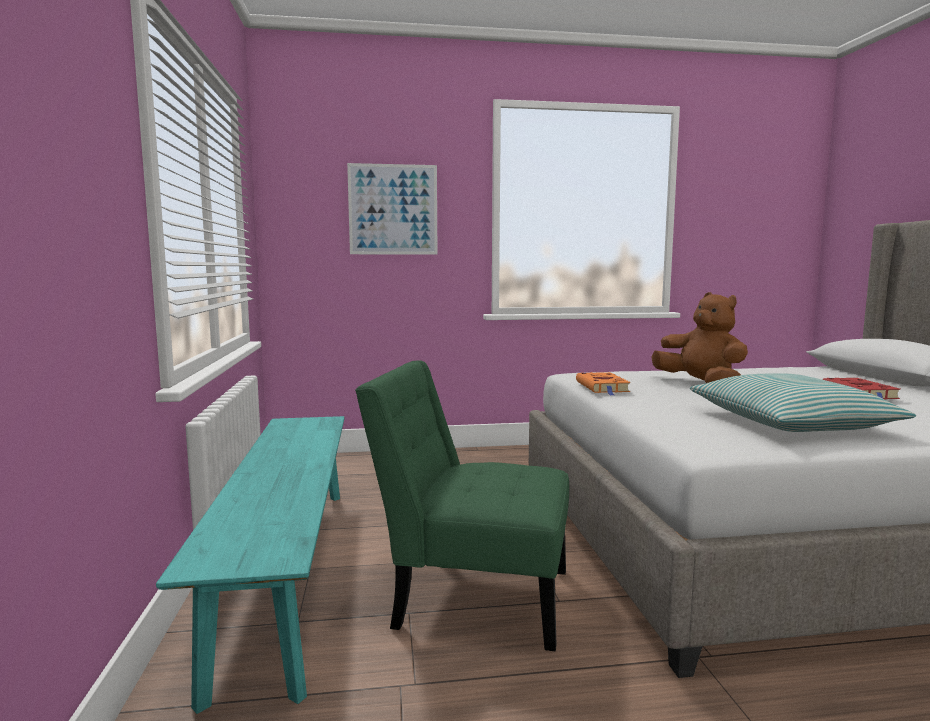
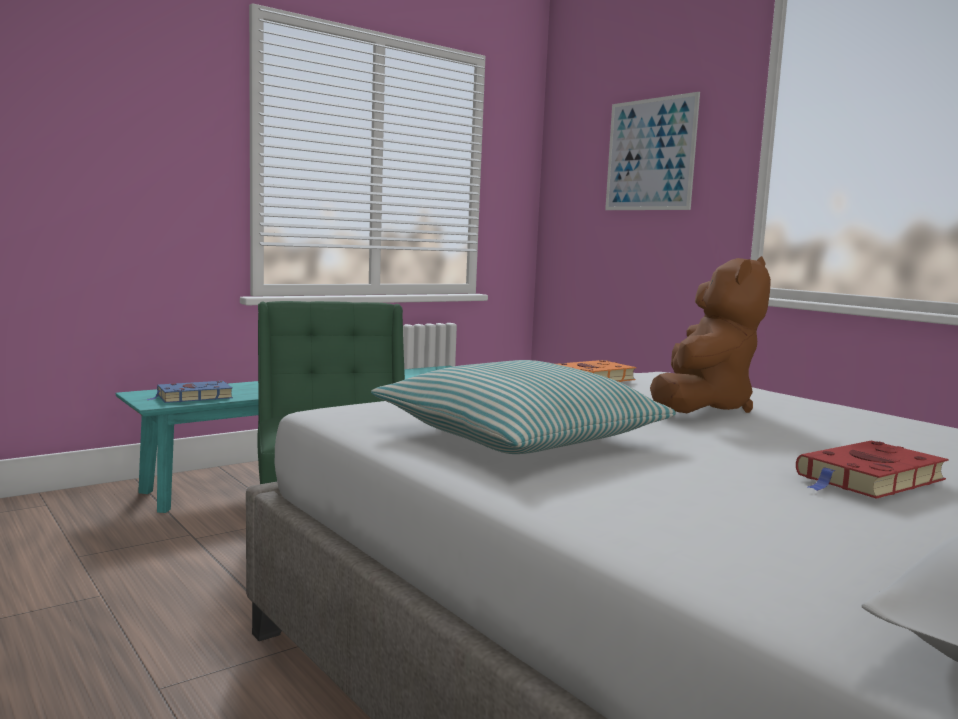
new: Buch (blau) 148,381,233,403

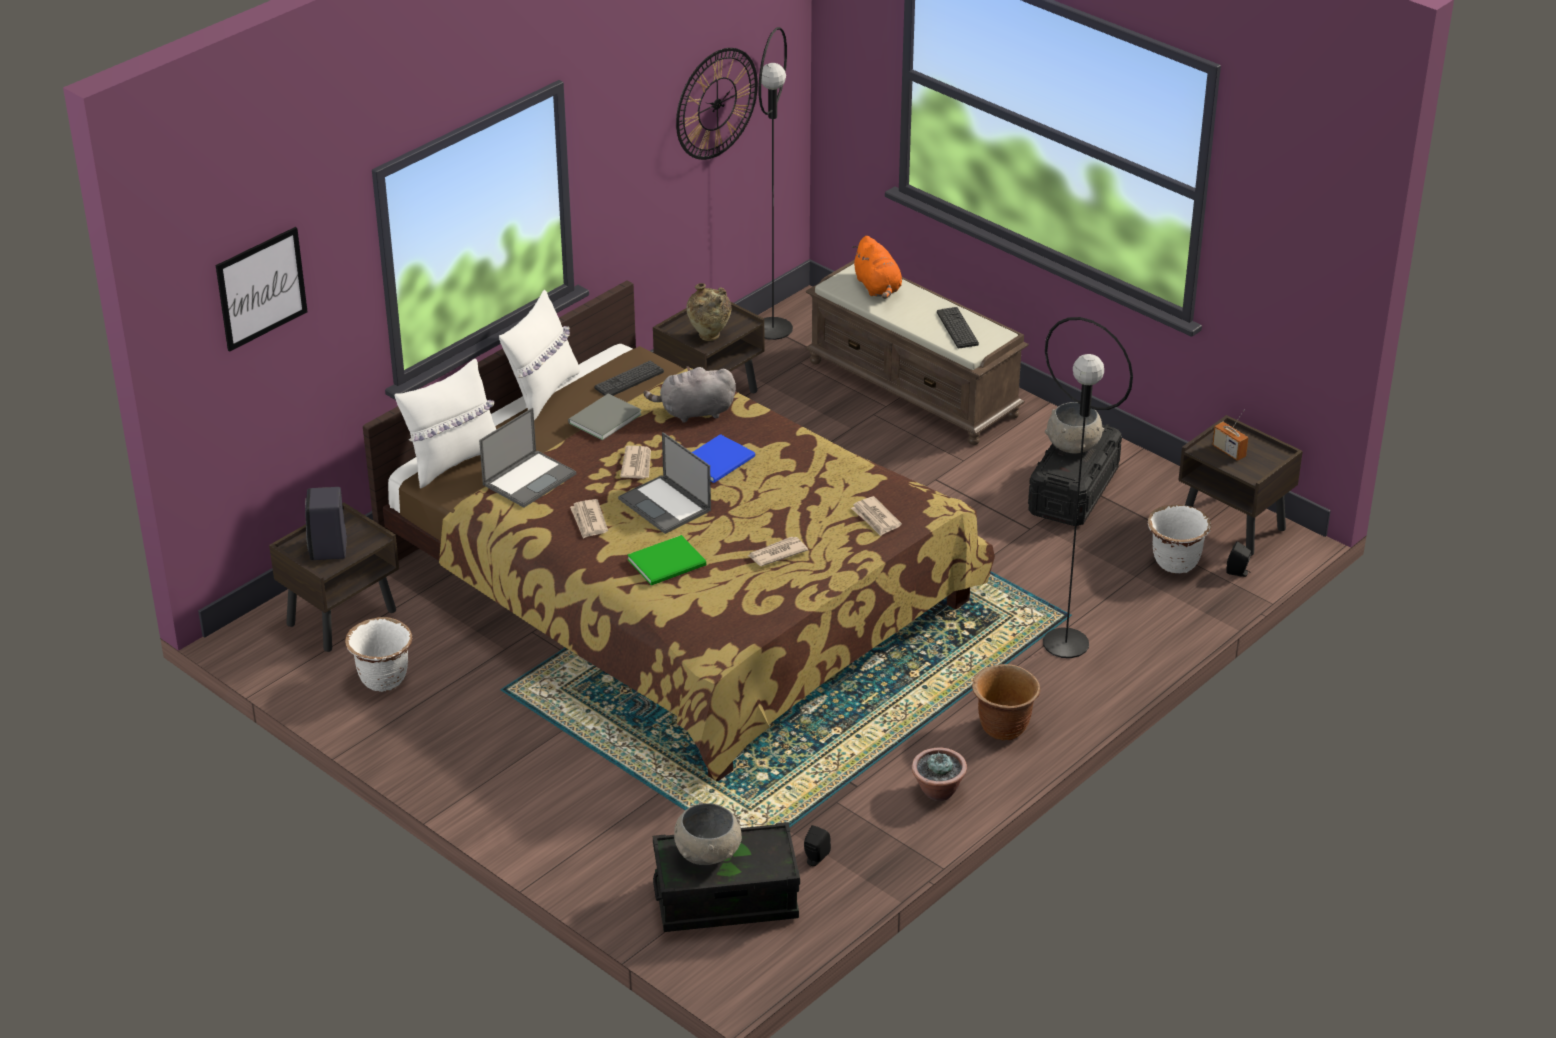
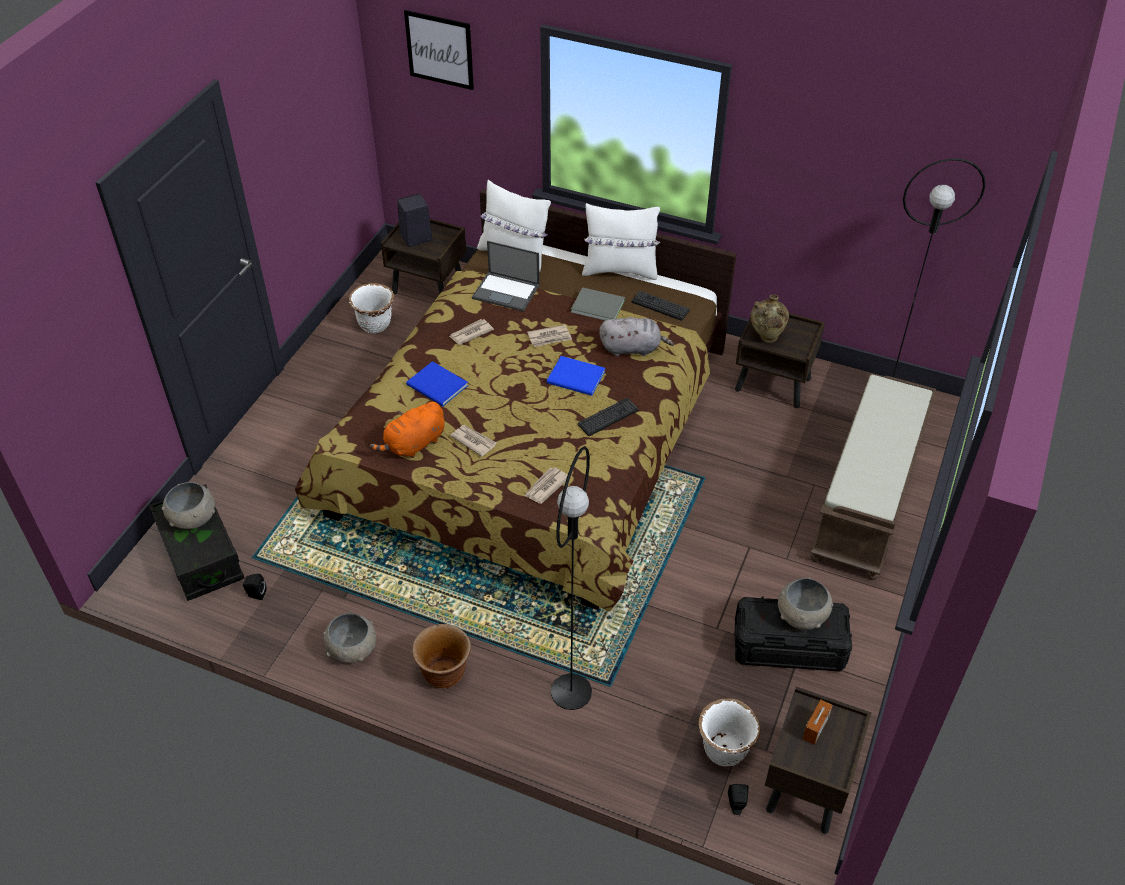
gone: Wanduhr 676,48,758,160; Laptop 618,432,711,534
shifted: Plüschtier (orange) 852,236,902,299 to 370,402,445,458; Tastatur 937,307,979,348 to 578,398,639,436
swapped: Topfpflanze 912,748,967,801 to Schüssel (grau) 323,612,376,663
repainted: Buch (grün) 628,535,706,586 to Buch (blau) 406,361,468,406
rotated: Plüschtier (grau) 644,366,736,423 = 599,317,674,356 120 degrees clockwise

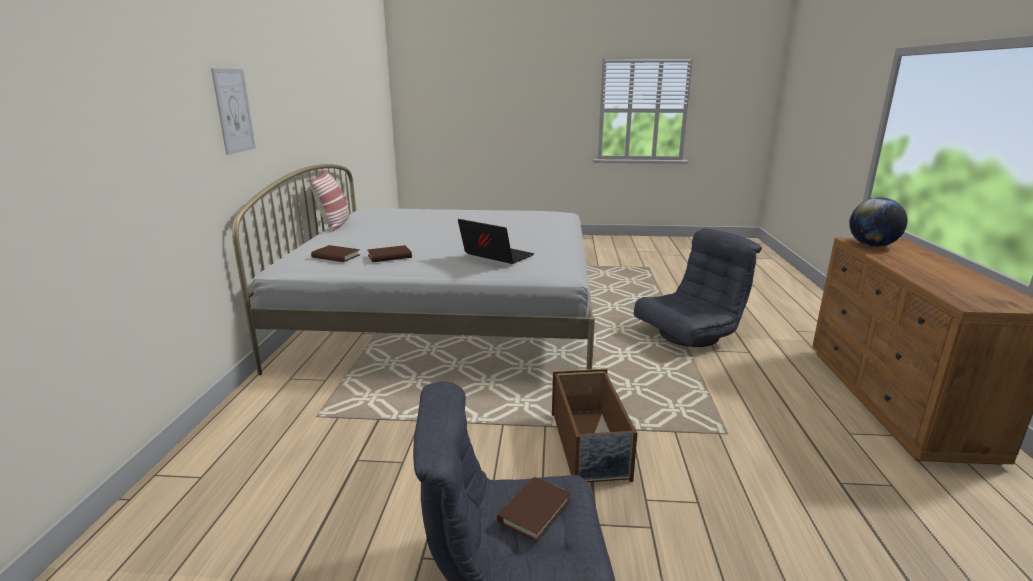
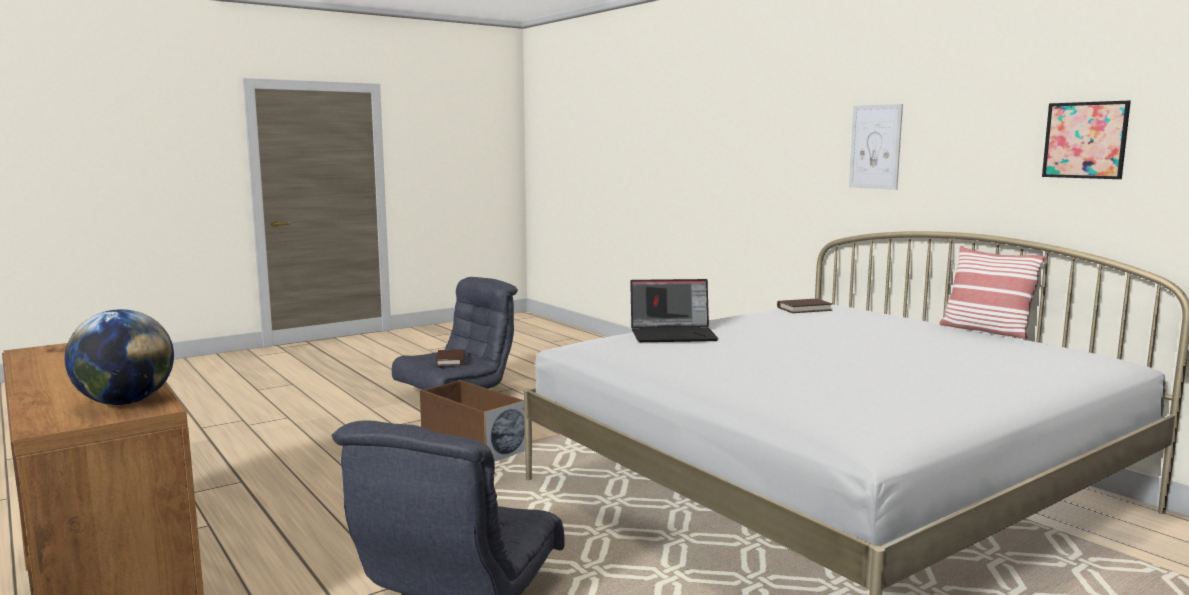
gone: Buch (braun) 368,245,412,262
new: Bild 1042,101,1131,179

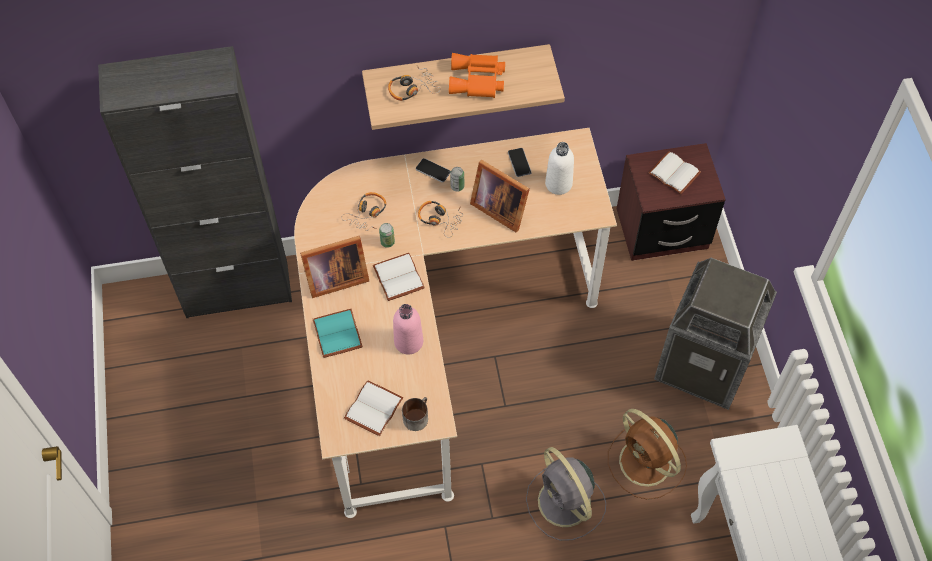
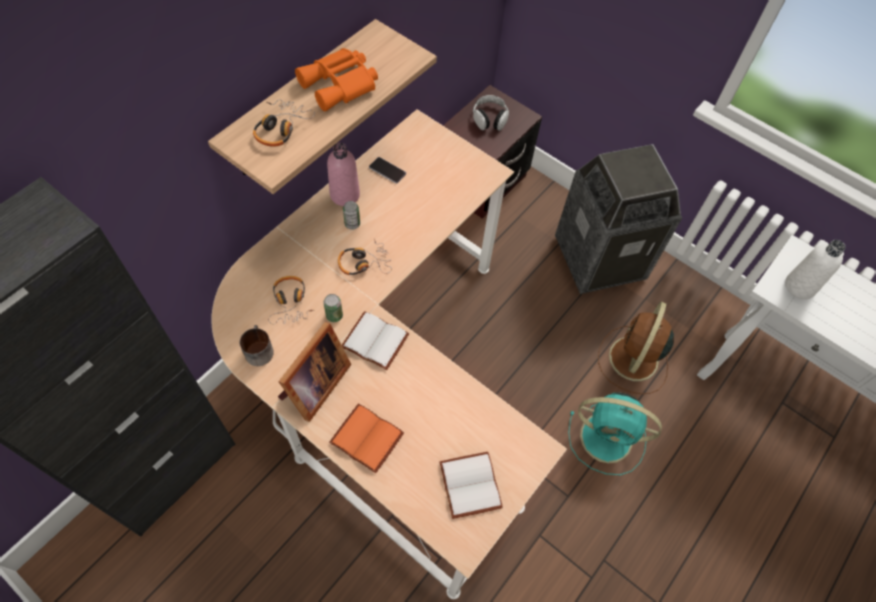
gone: Handy 416,158,451,183; Bilderrahmen 470,160,530,232
shifted: Flasche (weiß) 545,142,574,195 to 785,240,846,299; Flasche (rosa) 393,304,423,355 to 327,143,360,206; Henkelbecher 402,397,428,431 to 240,325,274,366
swapped: Buch (weiß) 649,151,701,194 to Kopfhörer 473,95,509,131
repainted: Buch (türkis) 313,309,363,358 to Buch (orange) 329,403,404,473; Ventilator (grau) 526,447,606,541 to Ventilator (türkis) 568,393,662,475
rotated: Ventilator (braun) 608,409,687,500 = 598,302,674,394 105 degrees clockwise

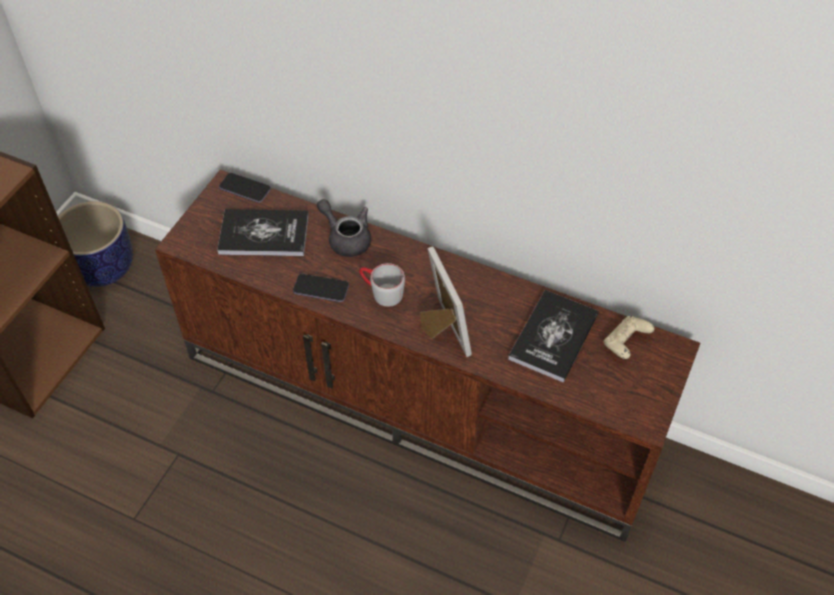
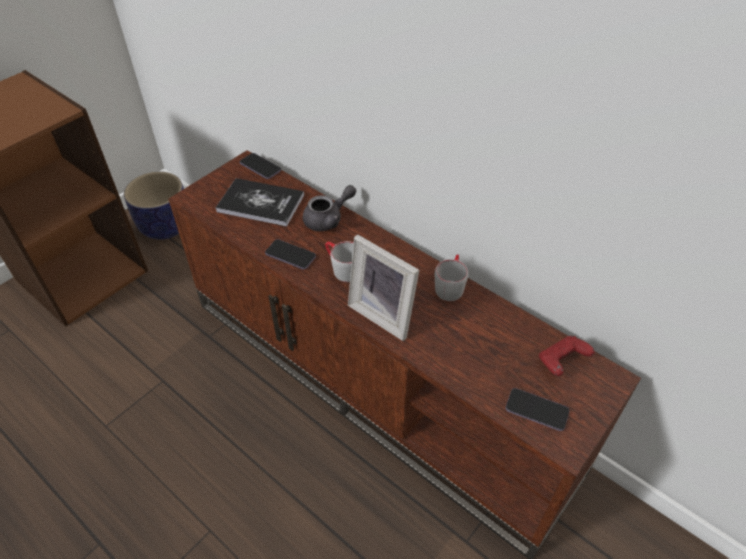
gone: Buch 508,290,599,382
new: Henkelbecher (grau) 435,254,468,301; Handy 506,388,570,431
repainted: Gamepad (beige) 604,316,655,359 to Gamepad (rot) 539,336,595,376
rotated: Teekanne (grau) 317,199,371,257 = 303,185,356,231 90 degrees clockwise; Bilderrahmen 420,246,472,357 = 348,235,419,341 135 degrees clockwise

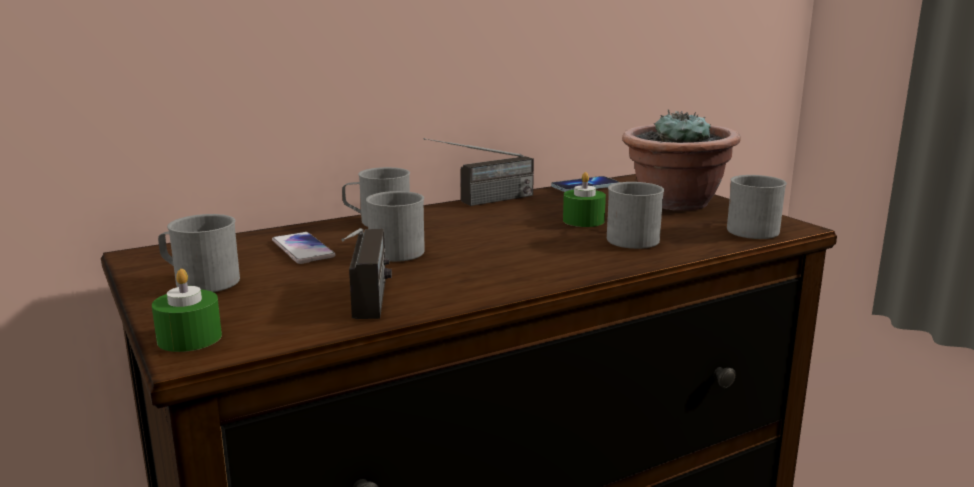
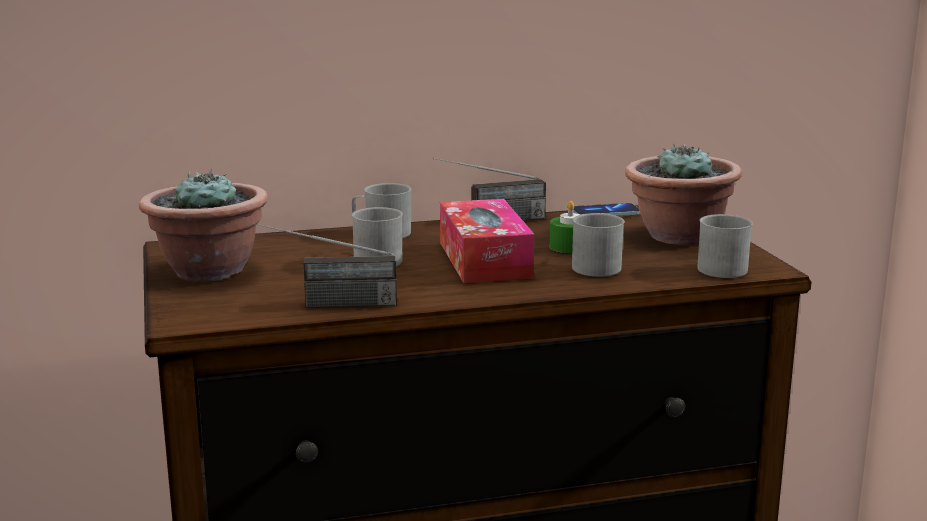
gone: Handy 272,232,335,264; Kerze (grün) 152,269,222,352
new: Taschentuchbox 440,199,534,283
swapped: Henkelbecher (grau) 158,214,240,292 to Topfpflanze 138,169,268,282
rotated: Radio 342,228,392,319 = 253,223,397,308 75 degrees clockwise

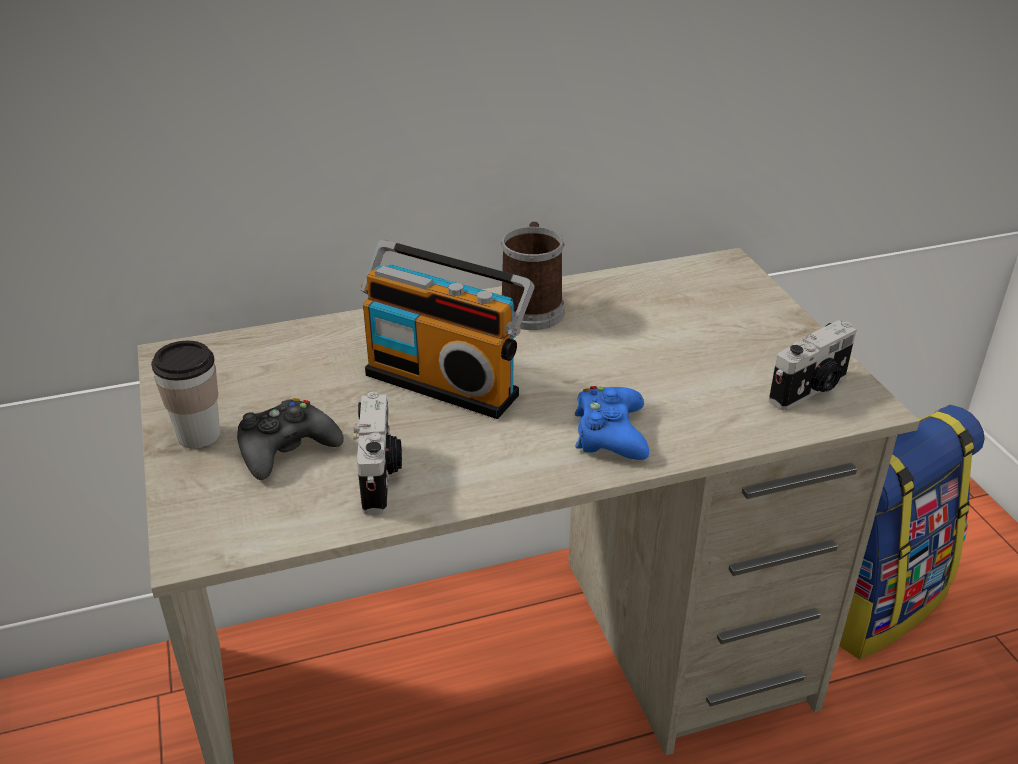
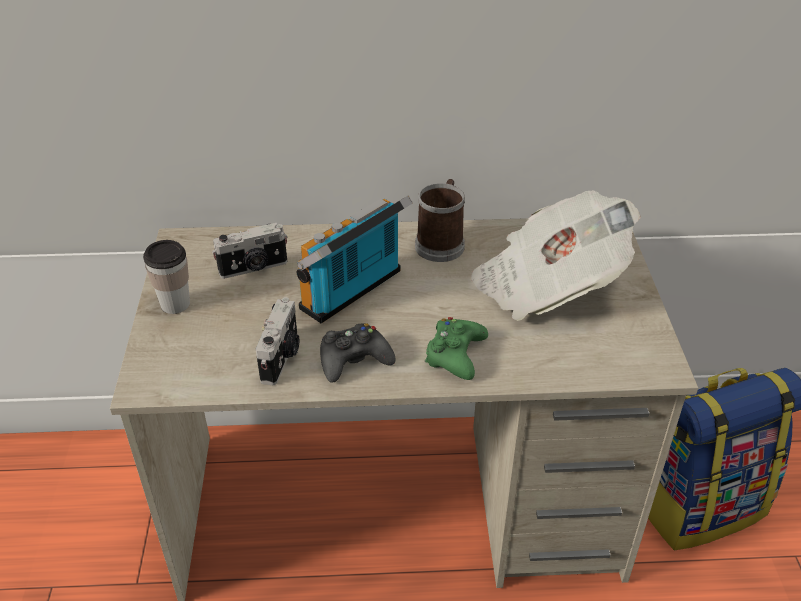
new: Zeitung 471,190,641,321
shifted: Kamera 769,320,857,410 to 212,223,287,279; Gamepad (schwarz) 237,398,344,480 to 320,323,395,383
repainted: Gamepad (blau) 575,386,649,460 to Gamepad (grün) 425,317,488,380
rotated: Radio 361,240,535,419 = 297,195,413,323 90 degrees clockwise

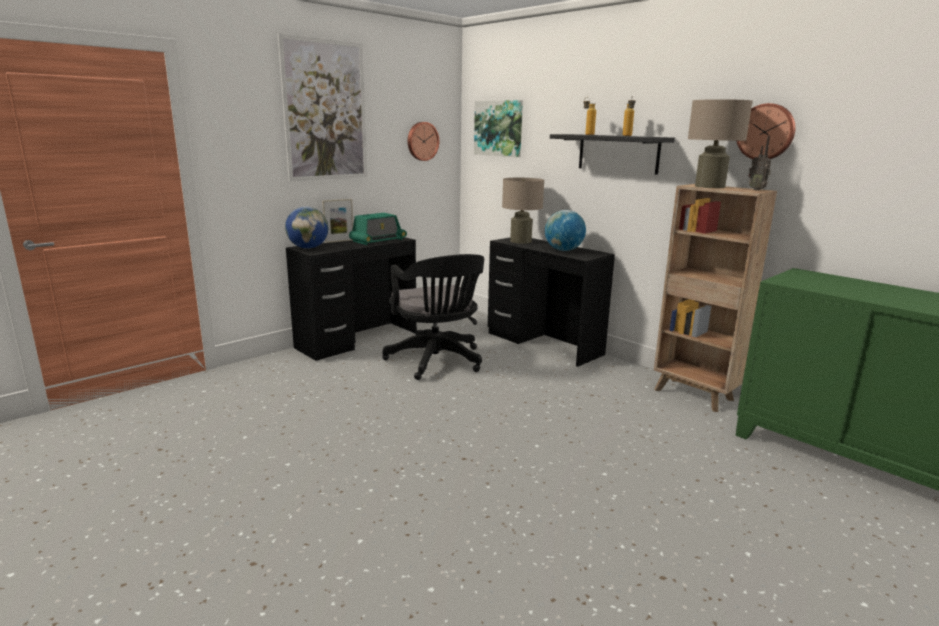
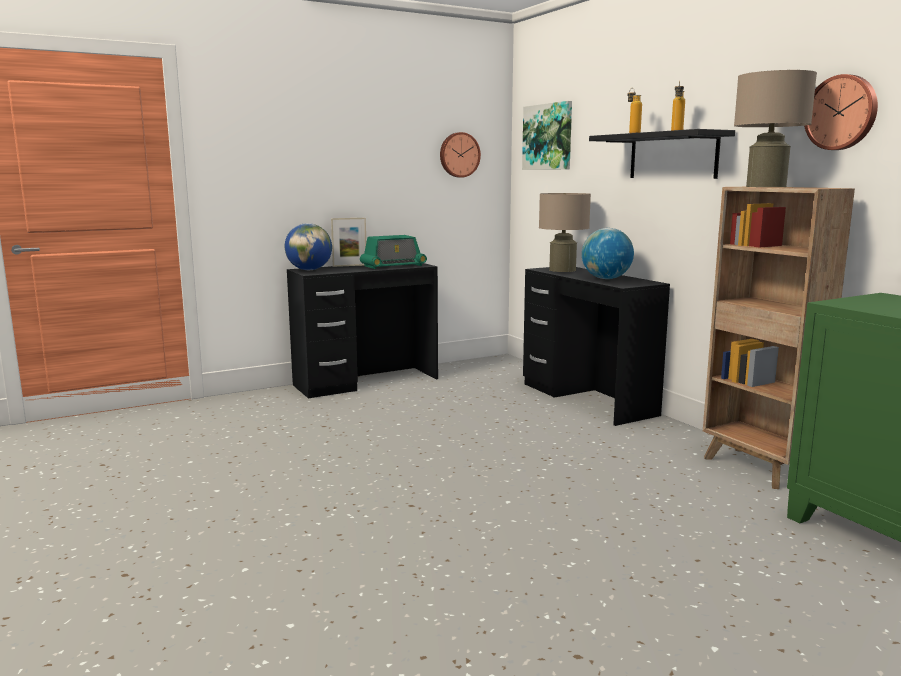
gone: Bild 277,33,367,181; Radio 748,136,771,190; Bürostuhl (schwarz) 382,254,484,380

